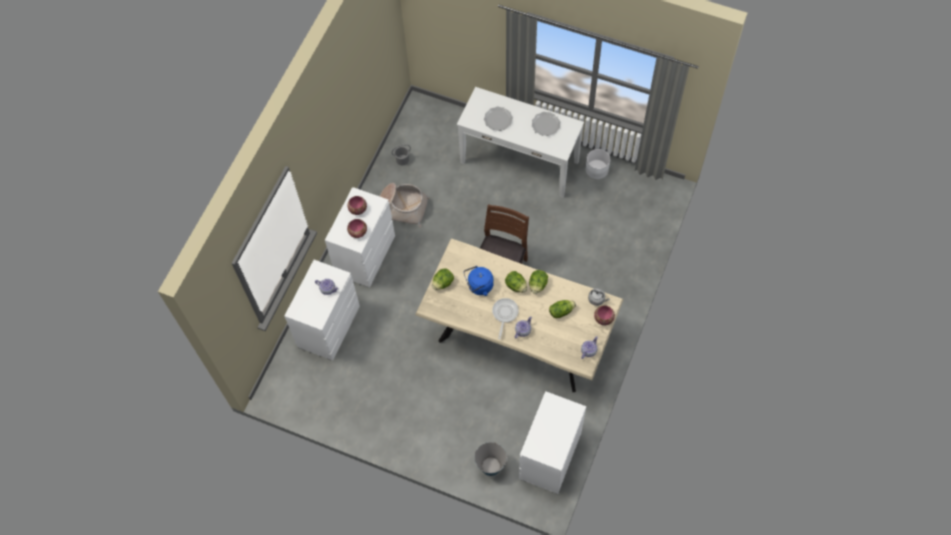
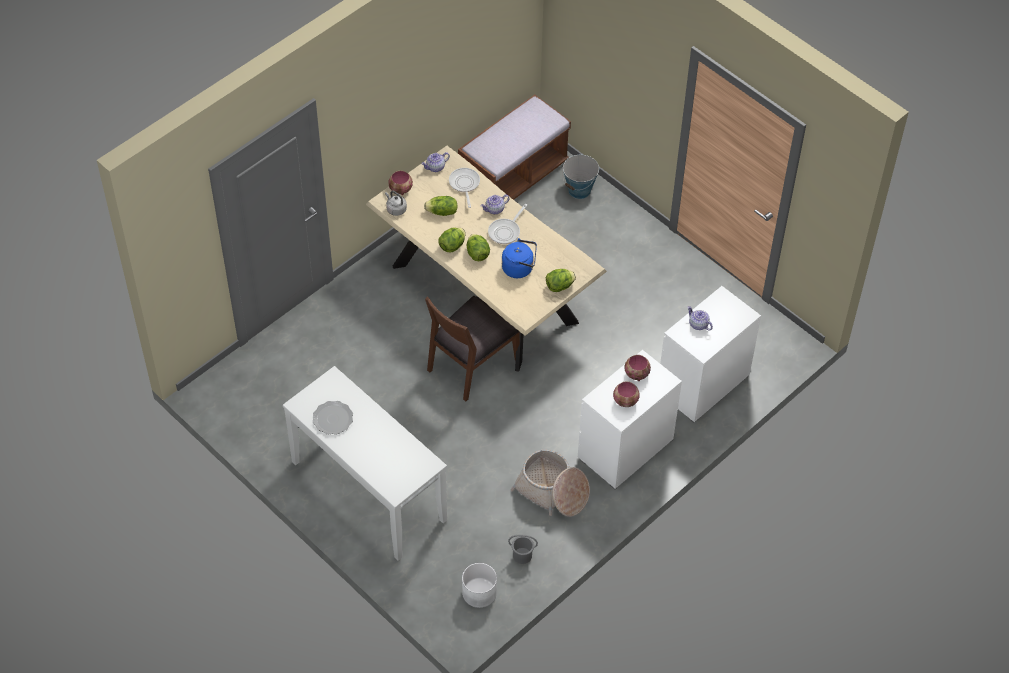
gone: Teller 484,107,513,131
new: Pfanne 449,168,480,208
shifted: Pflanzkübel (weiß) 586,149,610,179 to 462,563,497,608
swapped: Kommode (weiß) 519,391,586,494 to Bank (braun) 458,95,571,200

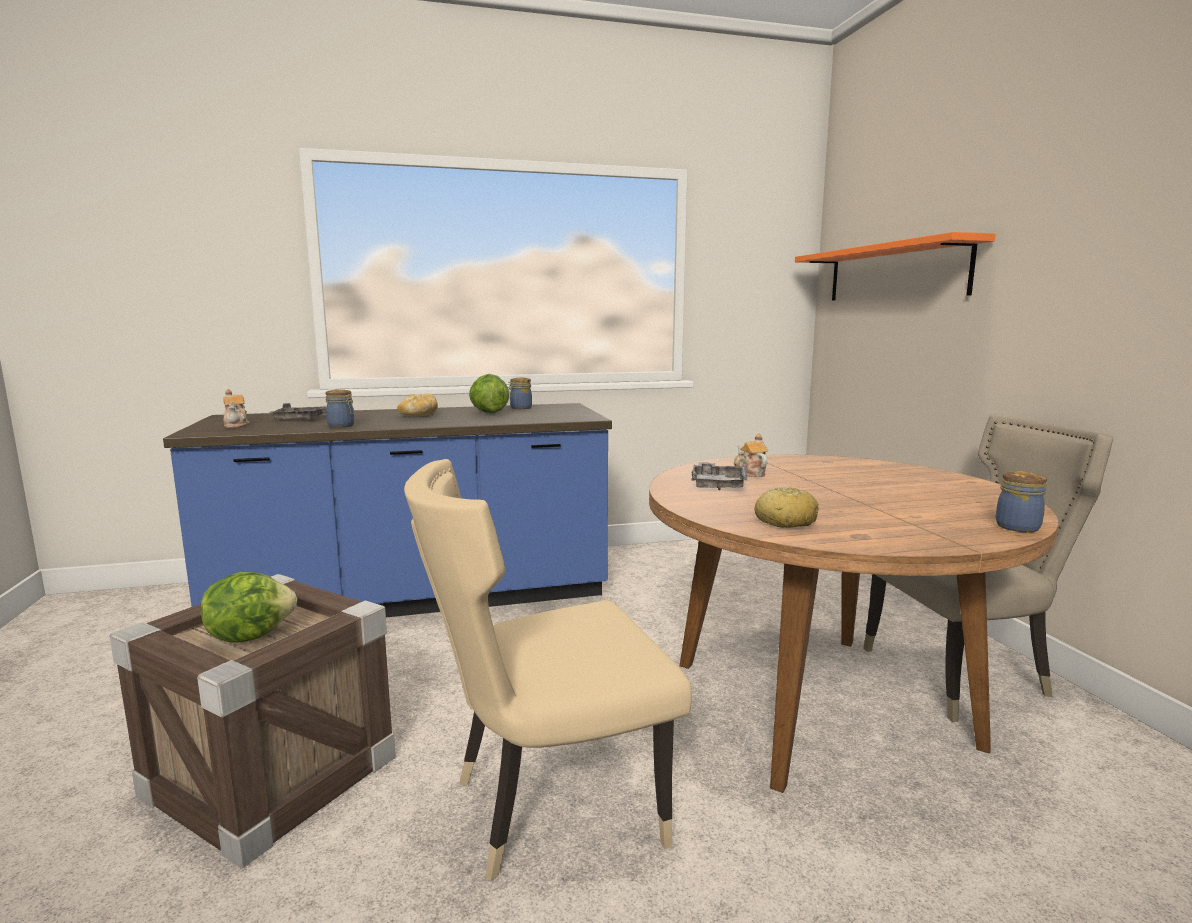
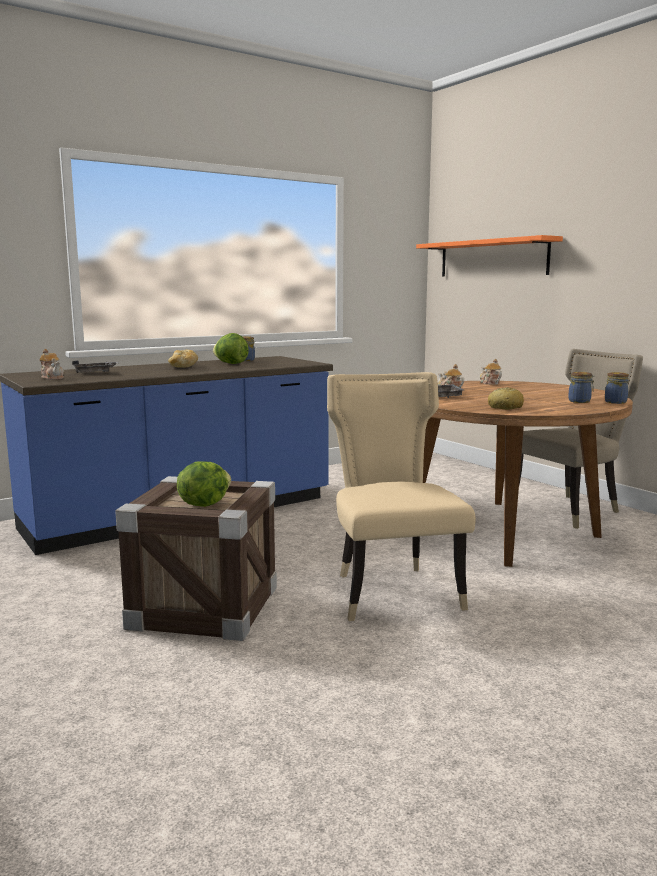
new: Teekanne 480,359,502,385
shifted: Vorratsglas 326,389,354,428 to 568,372,595,403
rotated: Stuhl (beige) 404,459,692,881 = 327,372,476,621 120 degrees clockwise

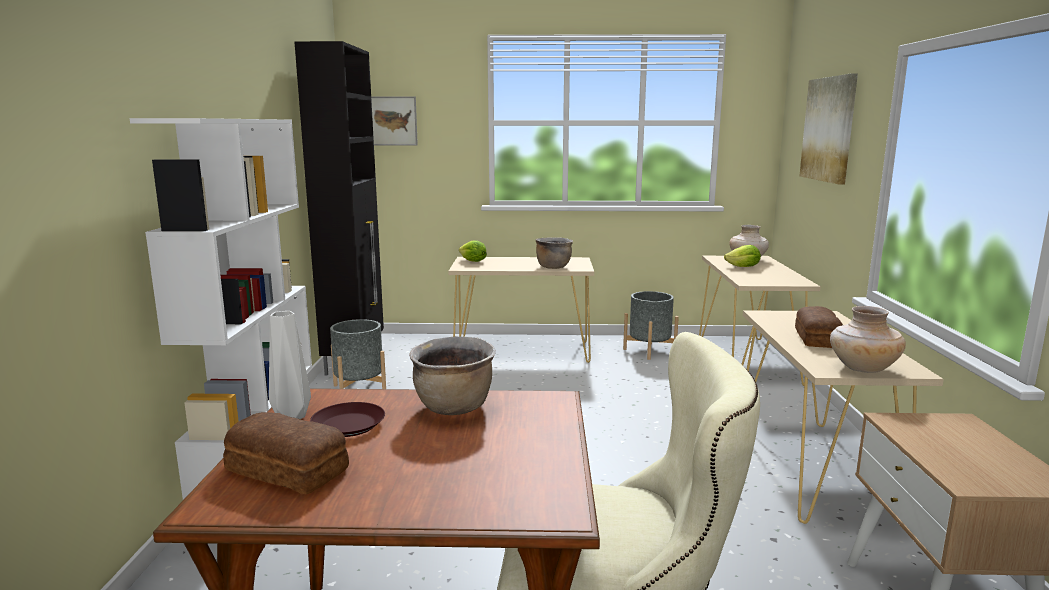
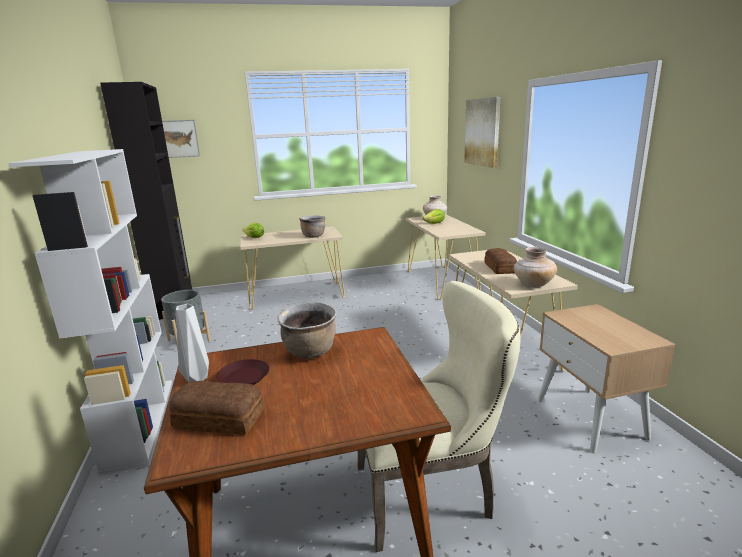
gone: Pflanzkübel (grau) 623,291,679,360

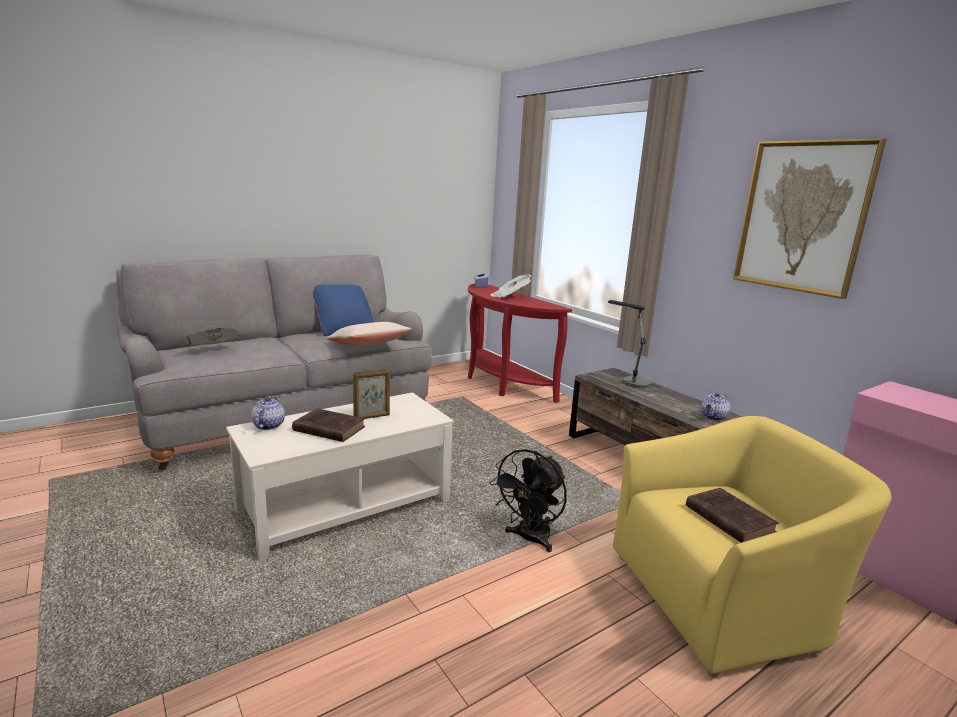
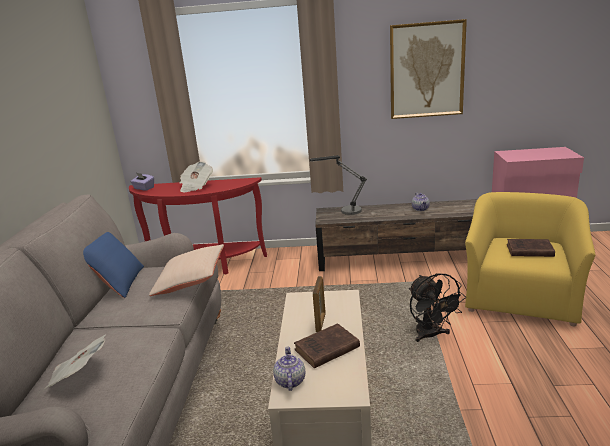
rotated: Teekanne 251,396,285,430 = 273,347,305,391 45 degrees clockwise

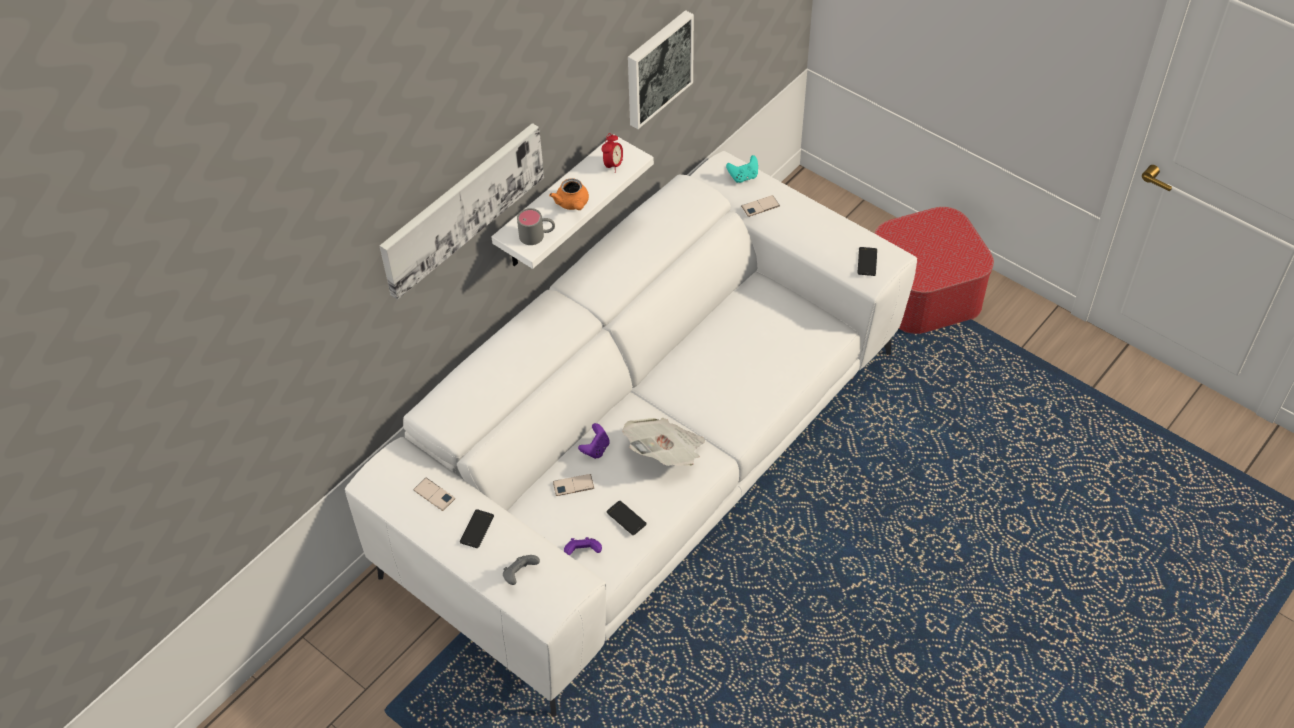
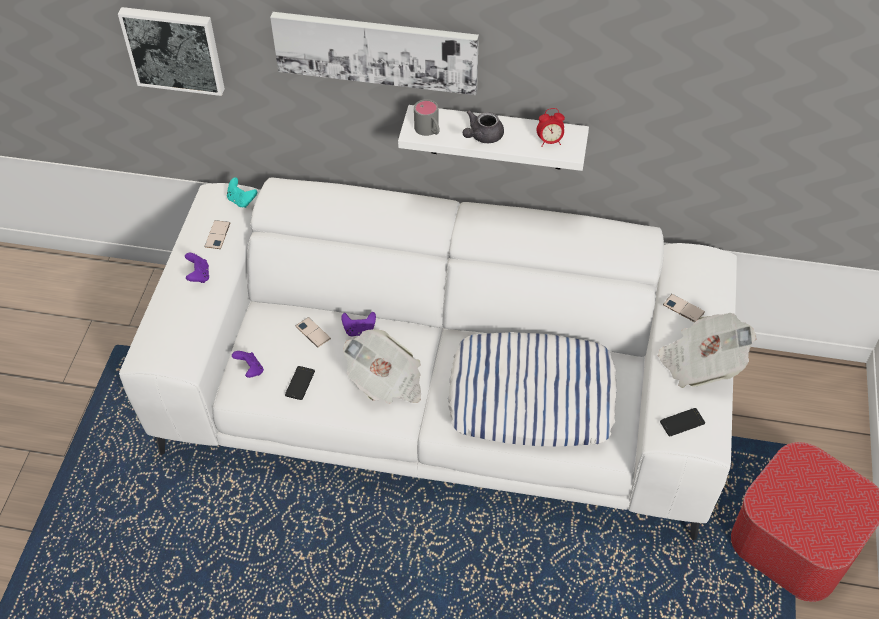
gone: Gamepad (grau) 503,555,540,585
new: Zeitung 658,313,756,388; Kissen 448,332,617,446
shifted: Bild 628,10,694,129 to 118,7,225,96; Gamepad (türkis) 726,155,758,183 to 227,177,257,208
swapped: Handy 460,509,494,548 to Gamepad (lila) 185,253,209,283
repainted: Teekanne (orange) 549,178,589,210 to Teekanne (grau) 463,111,504,143

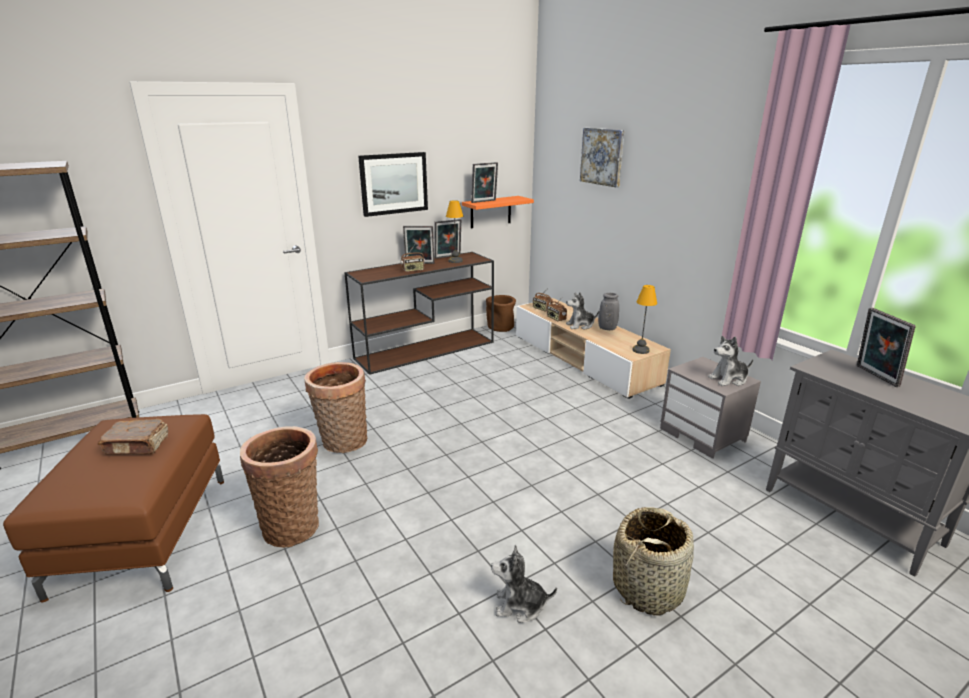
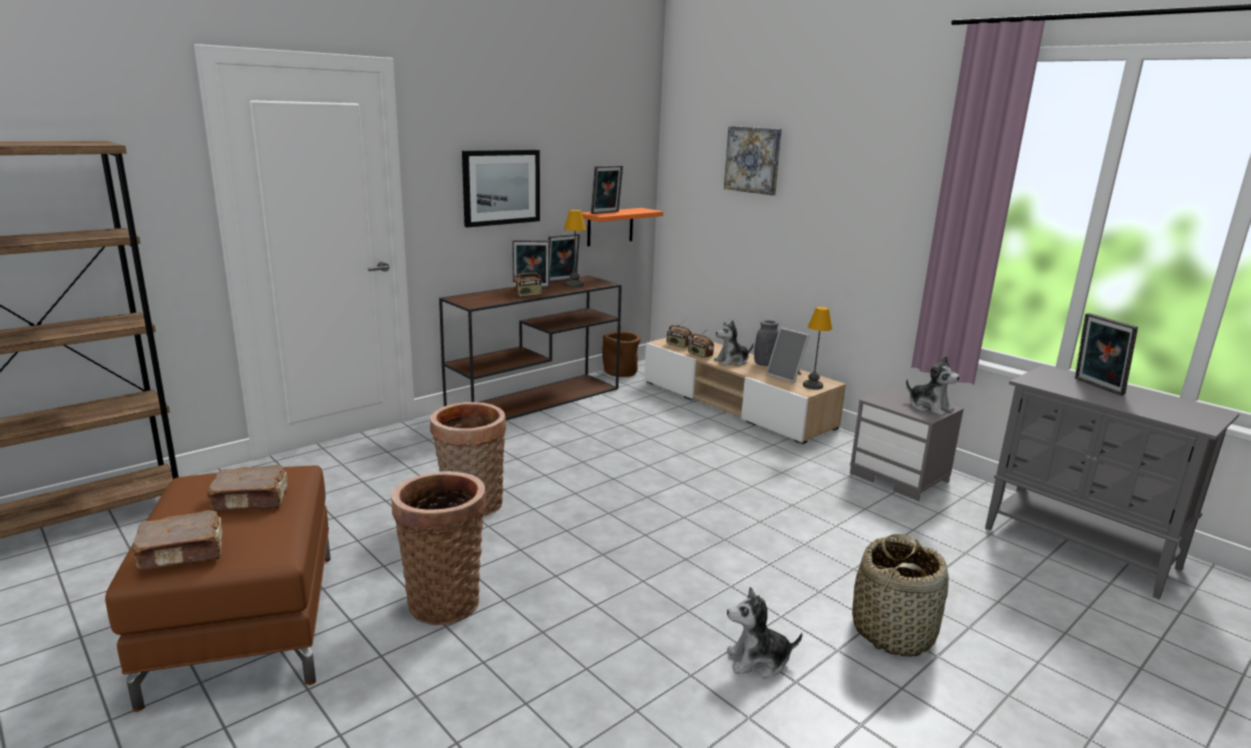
new: Bilderrahmen 766,327,810,383; Buch (braun) 133,510,224,570
rotated: Plüschtier 708,336,753,386 = 906,356,960,416 105 degrees counterclockwise

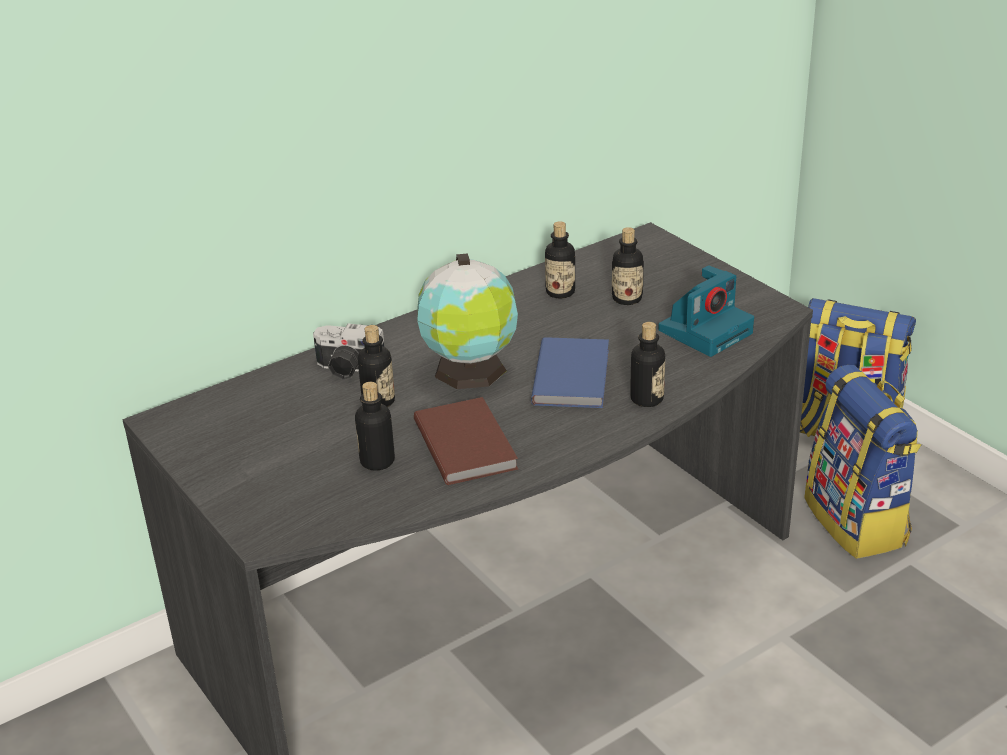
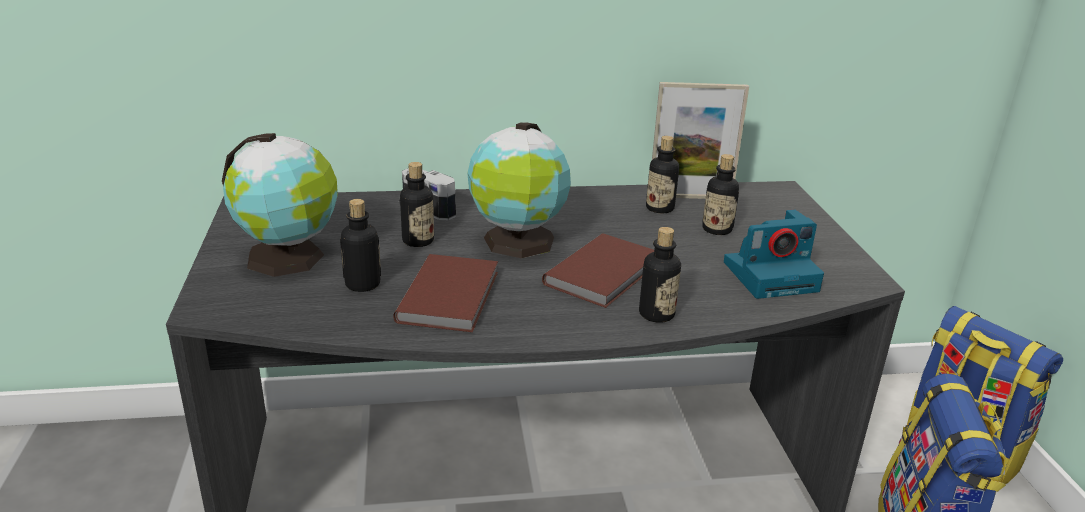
new: Bilderrahmen 652,82,749,199; Globus 222,133,338,277
repainted: Buch (blau) 531,337,609,408 to Buch (braun) 542,233,654,308

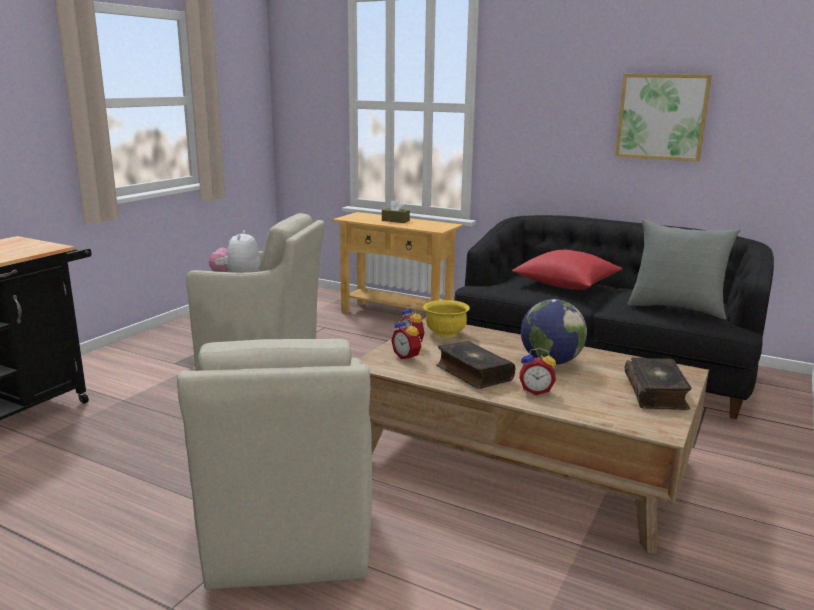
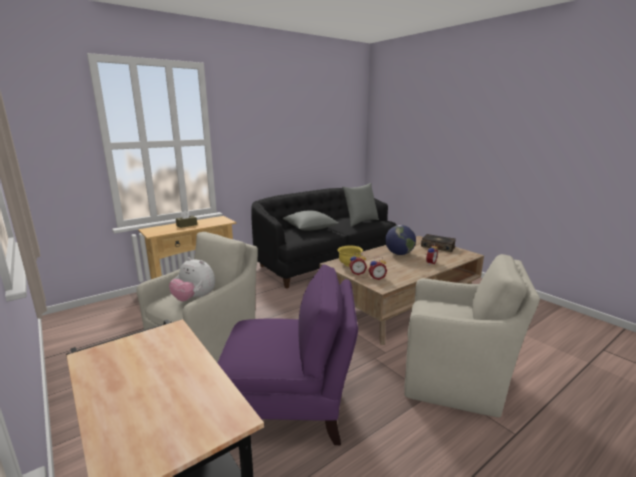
gone: Bild 615,74,712,162; Buch 436,341,515,389
new: Sessel (lila) 218,264,358,445
repainted: Kissen (rot) 512,250,622,290 to Kissen (grau) 282,210,338,231

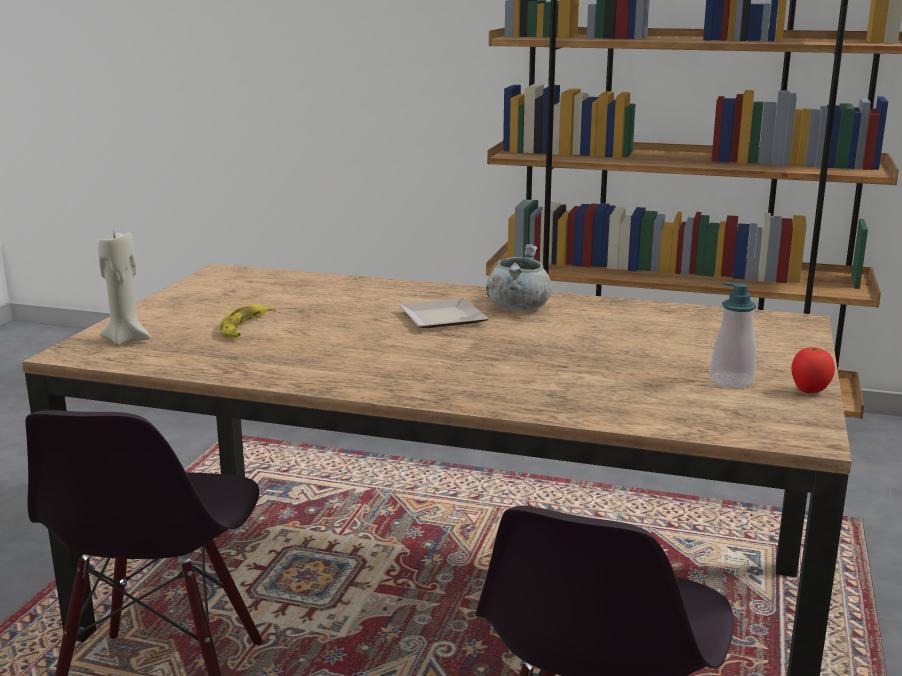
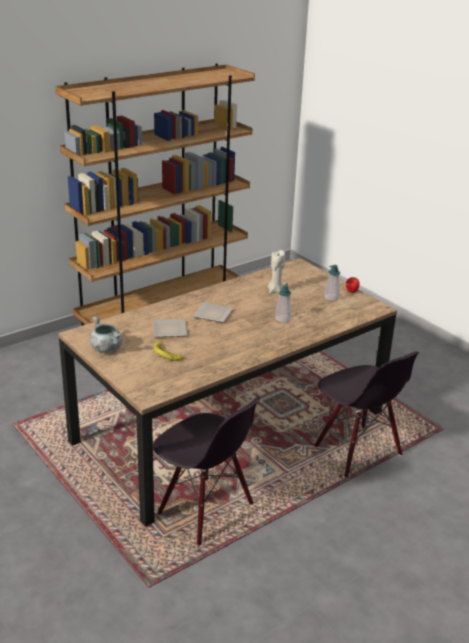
new: Seifenspender 275,283,292,323; Teller 153,319,187,337
shifted: Kerze (beige) 98,229,151,346 to 268,250,285,293; Kochtopf (grau) 486,244,552,310 to 90,316,123,353

